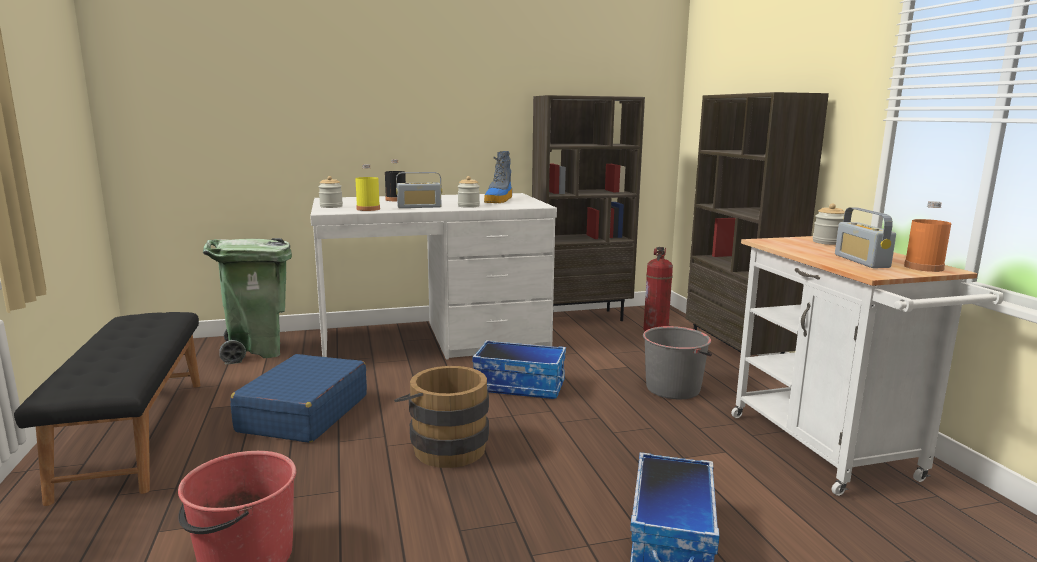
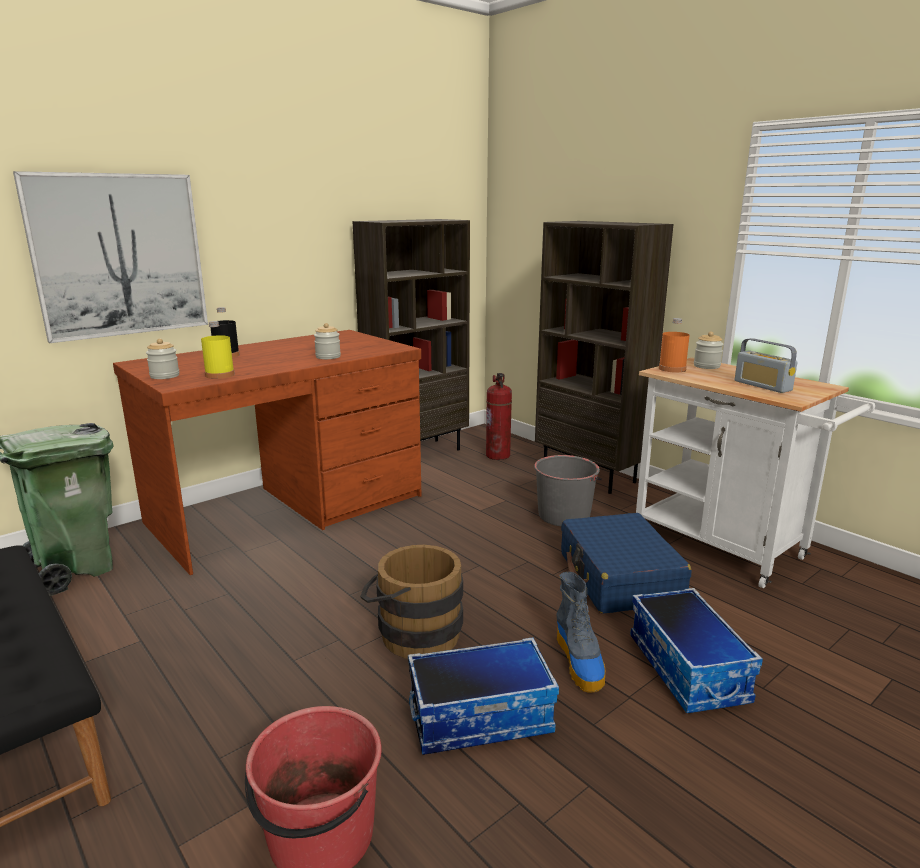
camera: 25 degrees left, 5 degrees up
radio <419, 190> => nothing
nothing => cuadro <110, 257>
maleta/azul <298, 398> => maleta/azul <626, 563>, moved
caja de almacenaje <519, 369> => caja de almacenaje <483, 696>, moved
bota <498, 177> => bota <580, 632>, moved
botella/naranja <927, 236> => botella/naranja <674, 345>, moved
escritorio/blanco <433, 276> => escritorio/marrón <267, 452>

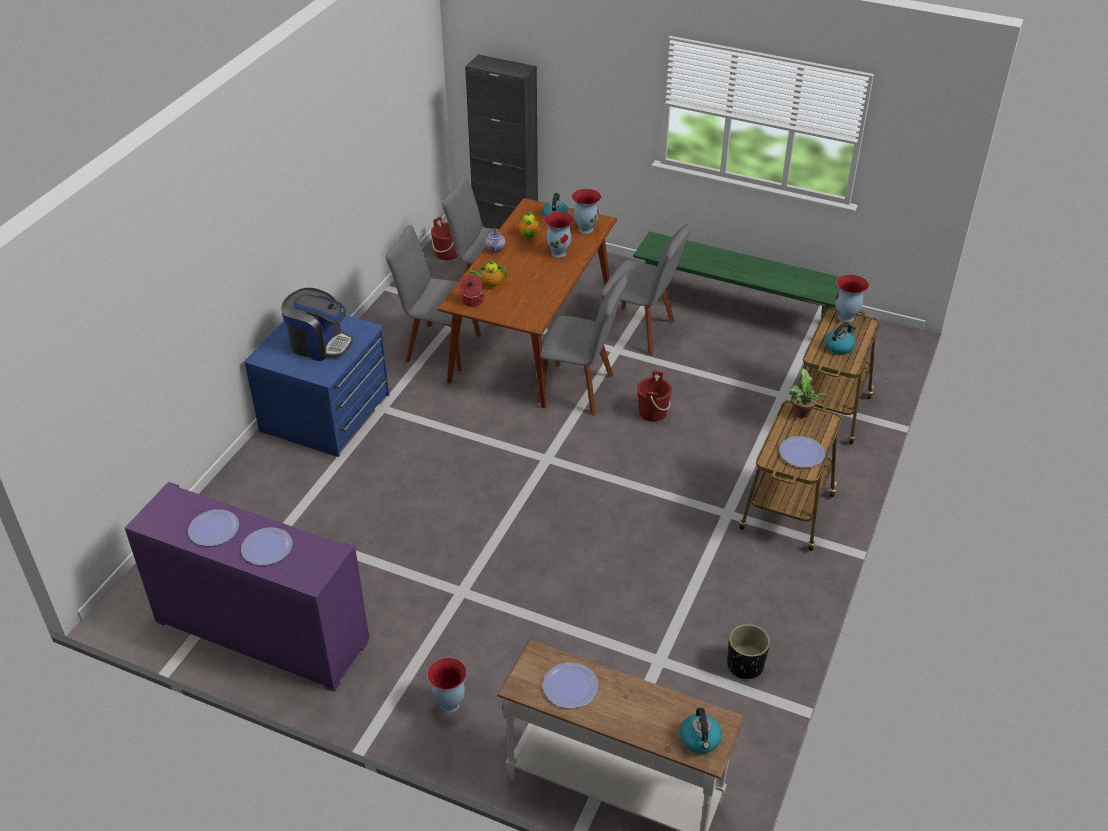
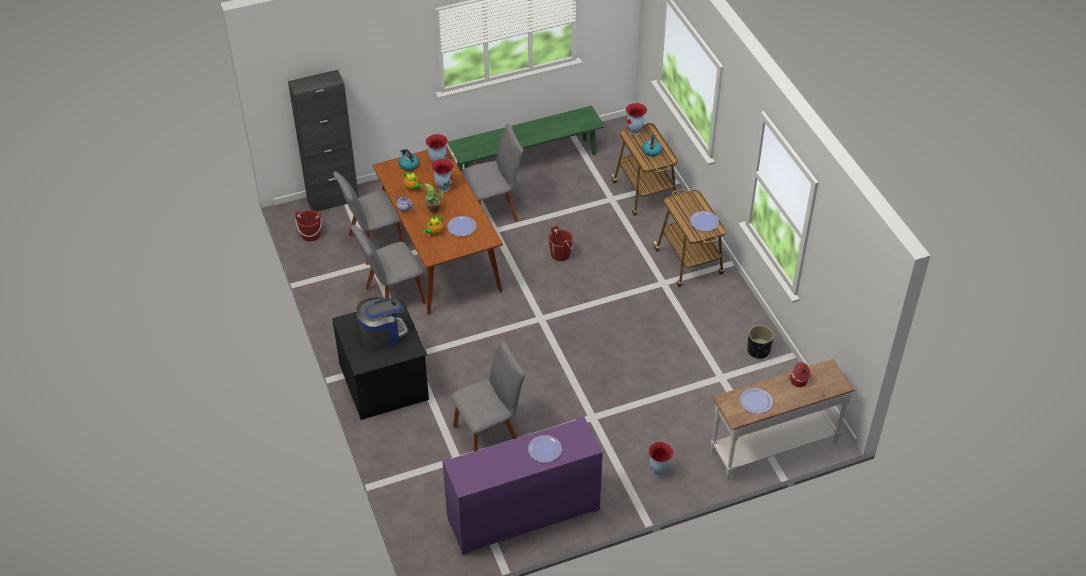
camera: 45 degrees left, 5 degrees up
hervidor <701, 731> => nothing
plato <213, 527> => plato <461, 226>, moved
olla <472, 290> => olla <800, 374>, moved
silla/gris <582, 346> => silla/gris <488, 396>, moved
planta en maceta <808, 393> => planta en maceta <435, 198>, moved
cómoda/azul <316, 386> => cómoda/negro <380, 359>

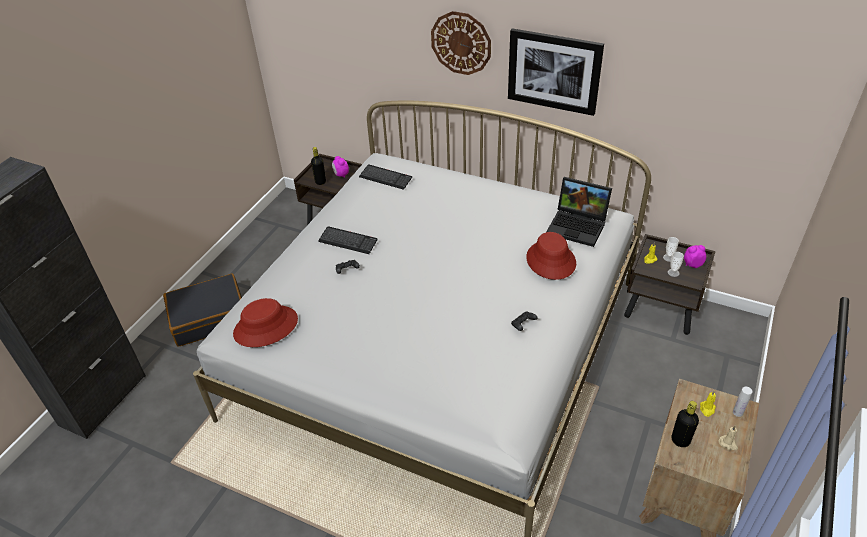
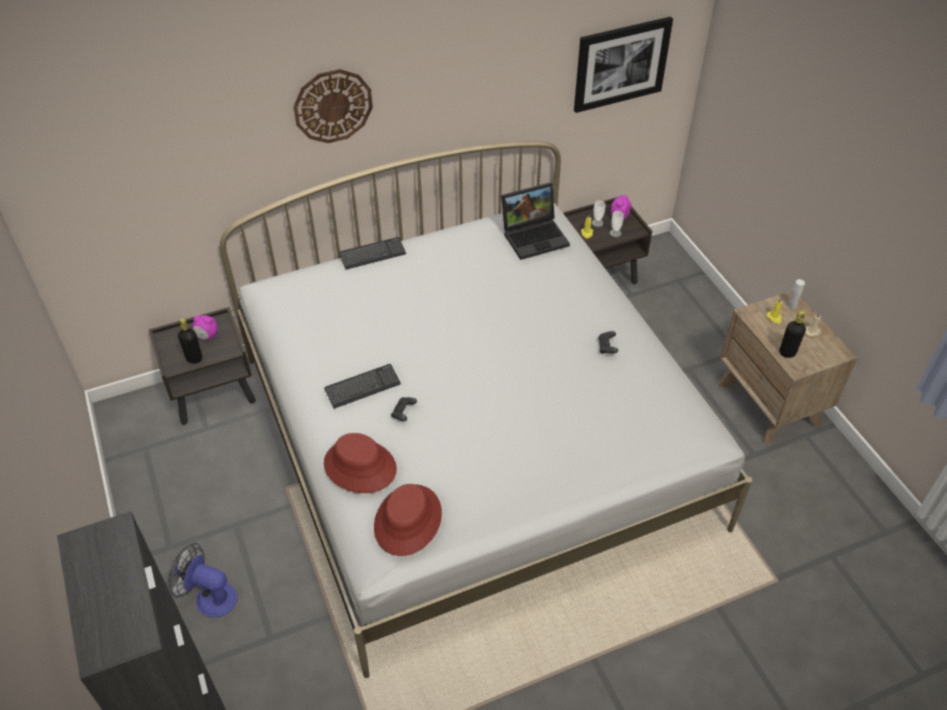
camera: 50 degrees left, 5 degrees up
teclado <385, 177> => teclado <372, 253>, moved
cuadro <556, 72> => cuadro <623, 65>, moved
sombrero/rojo <551, 256> => sombrero/rojo <360, 463>, moved
maleta/negro <202, 310> => ventilador <202, 580>

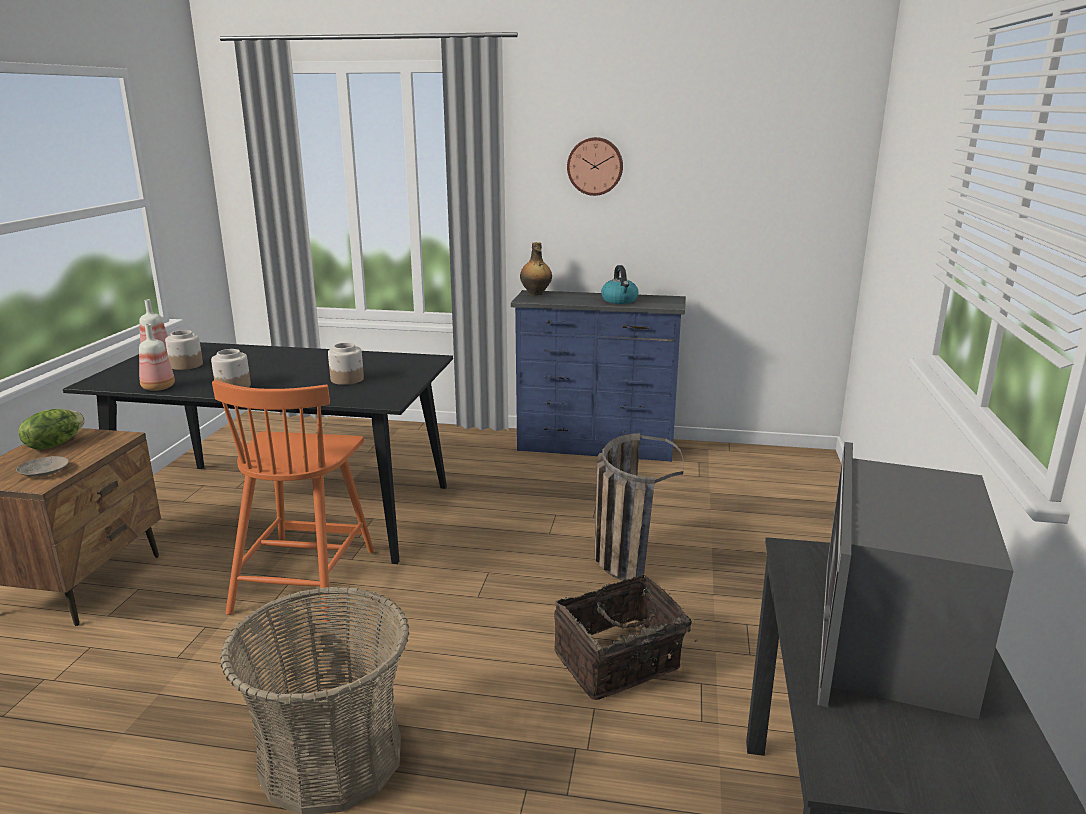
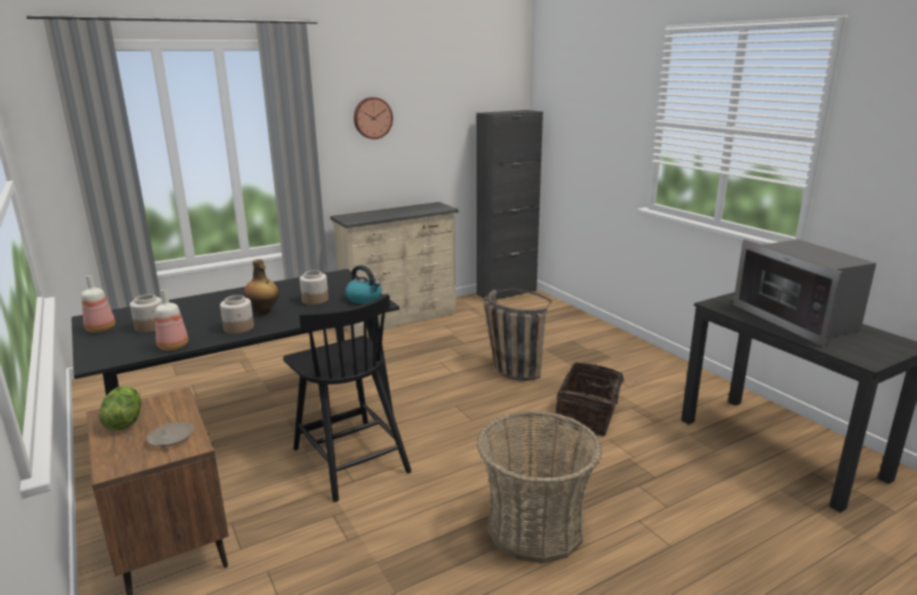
camera: 40 degrees left, 0 degrees up
nothing => armario/negro <509, 204>
botella <536, 269> => botella <261, 287>, moved
hervidor <619, 284> => hervidor <363, 284>, moved
silla/naranja <293, 501> => silla/negro <347, 398>
cómoda/azul <598, 376> => cómoda/beis <394, 269>

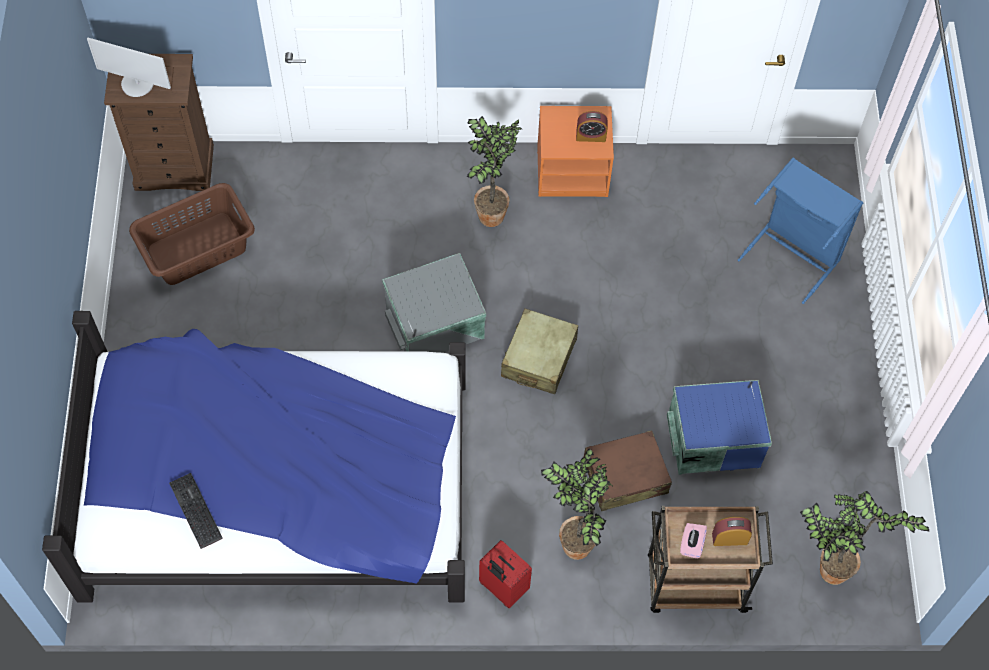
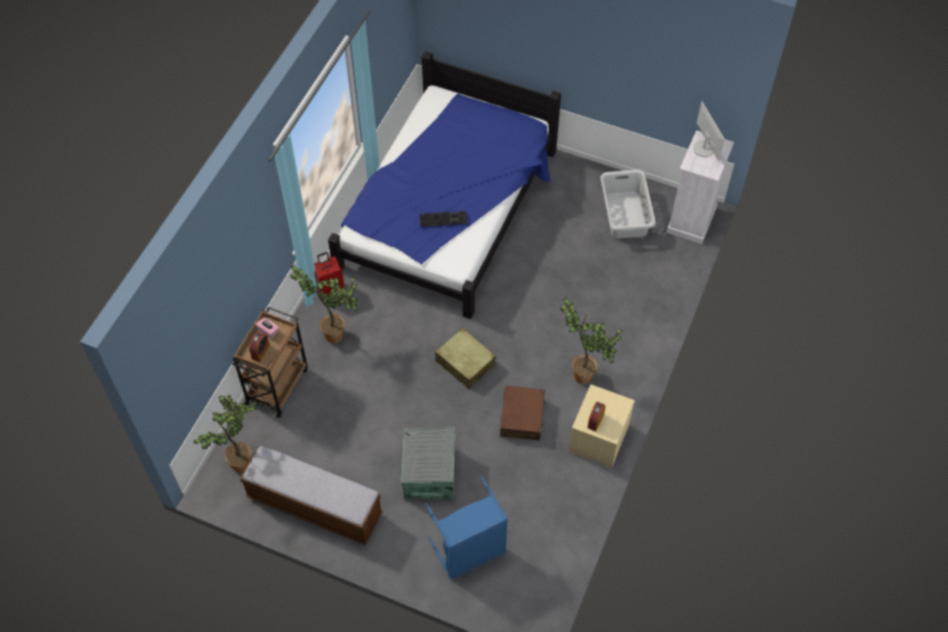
camera: 115 degrees right, 5 degrees down
caja de almacenaje/azul <719, 427> => nothing
nothing => banco <311, 495>
teclado <196, 511> => teclado <443, 219>, moved
caja de almacenaje/gris <434, 303> => caja de almacenaje/gris <428, 463>, moved
maleta/marrón <627, 470> => maleta/marrón <522, 413>, moved
cómoda/marrón <159, 122> => cómoda/blanco <700, 187>
cesto de la ropa/marrón <192, 234> => cesto de la ropa/gris <627, 204>
mesita de noche/naranja <575, 151> => mesita de noche/beis <602, 426>
monitor <129, 67> => monitor <709, 131>, 120 degrees clockwise

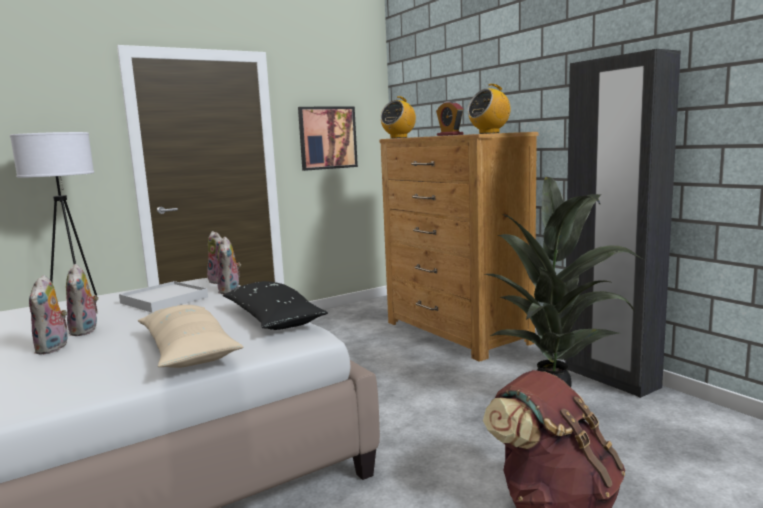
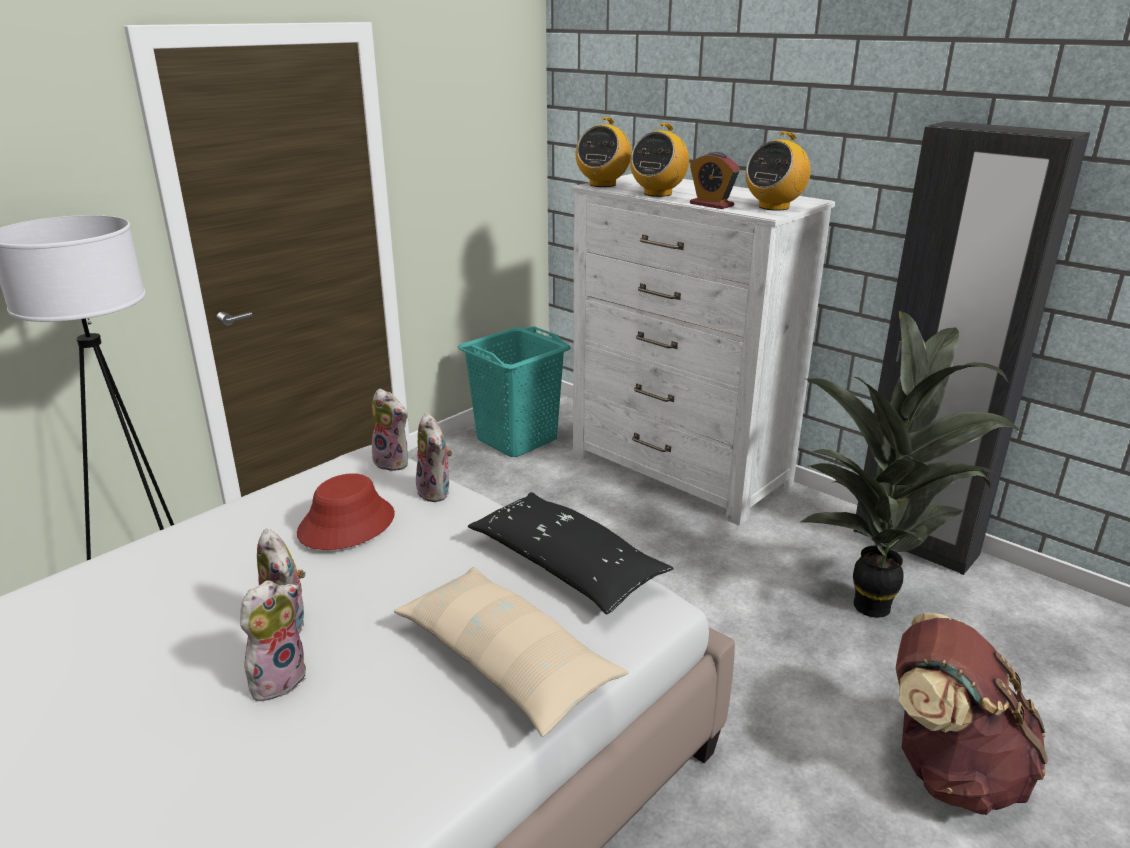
camera: 15 degrees left, 15 degrees up
cuadro <328, 138> => nothing
nothing => cesto de la ropa/turquesa <514, 391>
nothing => radio <659, 160>
bandeja/blanco <163, 297> => sombrero/rojo <346, 511>
cómoda/marrón <458, 247> => cómoda/blanco <703, 350>
peluche <48, 314> => peluche <273, 641>, 120 degrees counterclockwise

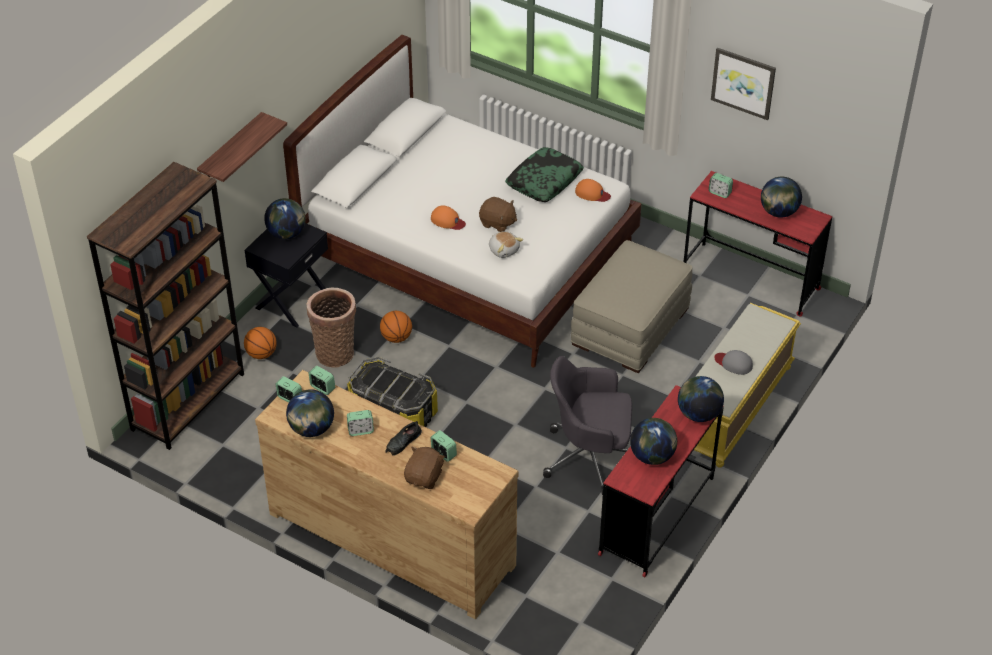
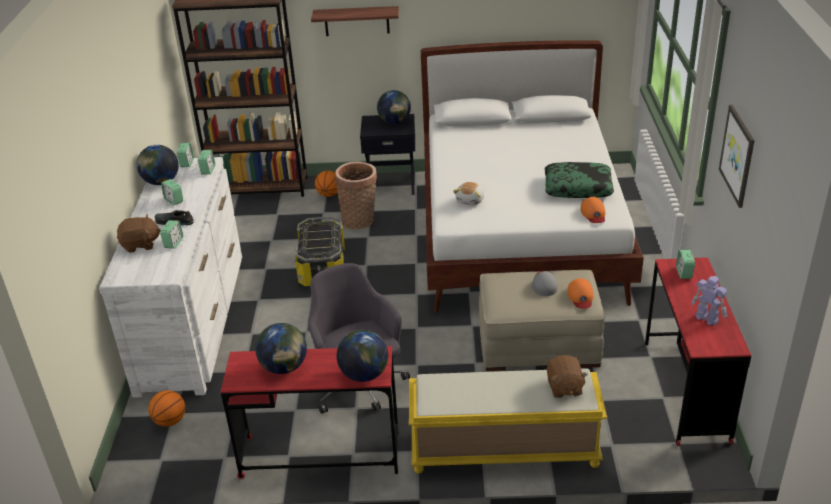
camera: 60 degrees right, 10 degrees down
balón de baloncesto <396, 327> => balón de baloncesto <166, 408>, moved
gorra/naranja <448, 217> => gorra/naranja <580, 293>, moved
peluche/marrón <498, 214> => peluche/marrón <567, 376>, moved
gorra/gris <733, 362> => gorra/gris <545, 283>, moved
globo terráqueo <781, 197> => robot de juguete <709, 300>
cómoda/marrón <387, 494> => cómoda/blanco <170, 277>

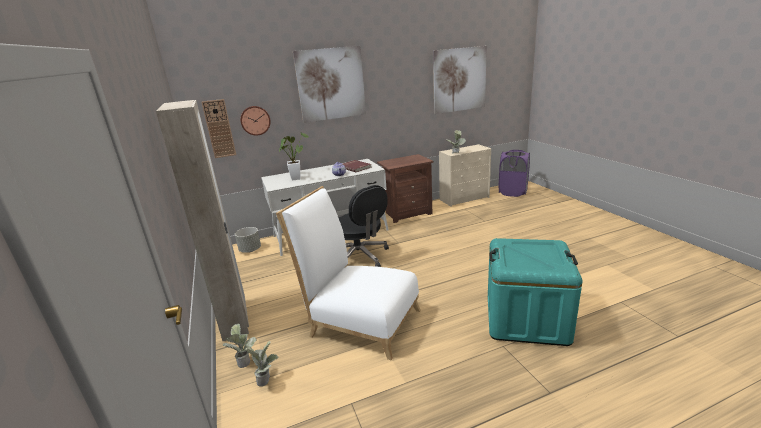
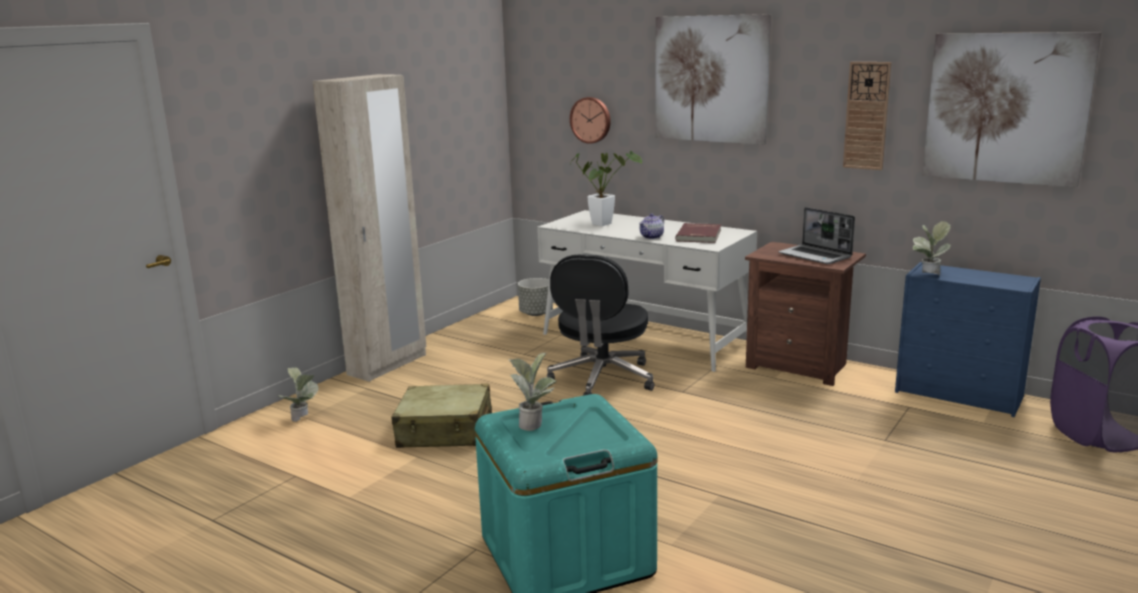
camera: 55 degrees right, 5 degrees down
nothing => portátil <816, 235>
reloj de pared <218, 128> => reloj de pared <867, 116>, moved
planta en maceta <240, 346> => planta en maceta <533, 392>, moved
silla/blanco <348, 273> => maleta/beis <442, 416>
cómoda/beis <465, 175> => cómoda/azul <968, 339>

